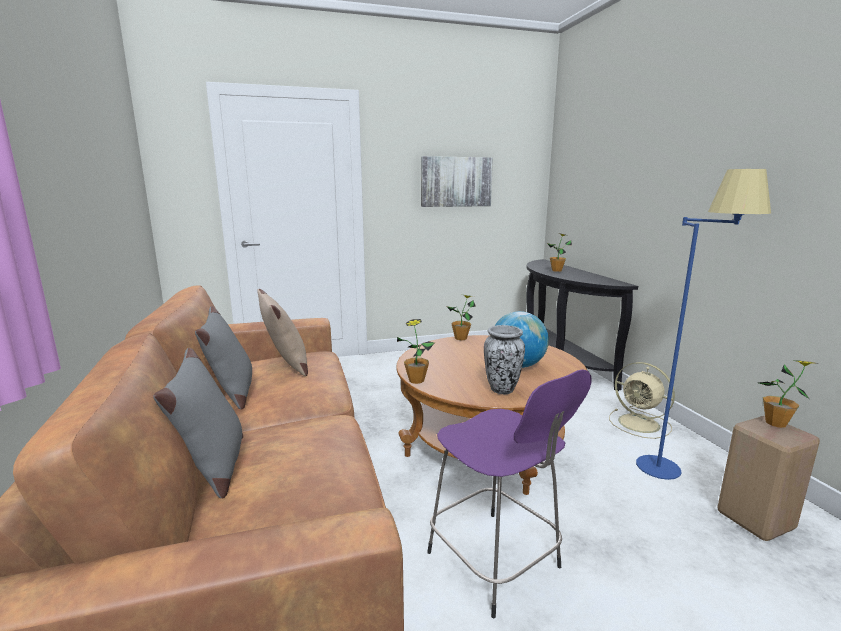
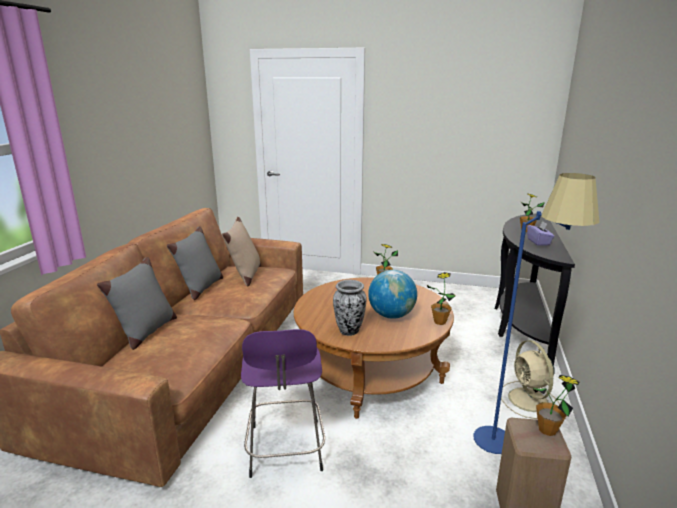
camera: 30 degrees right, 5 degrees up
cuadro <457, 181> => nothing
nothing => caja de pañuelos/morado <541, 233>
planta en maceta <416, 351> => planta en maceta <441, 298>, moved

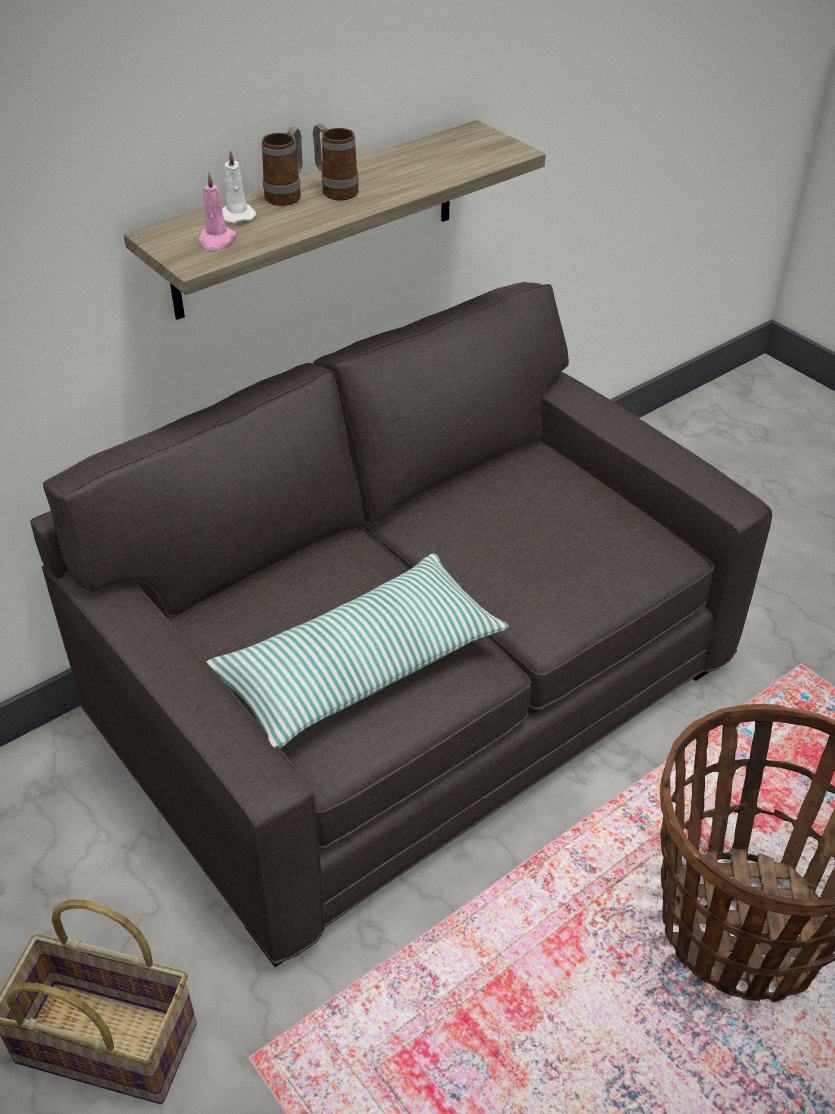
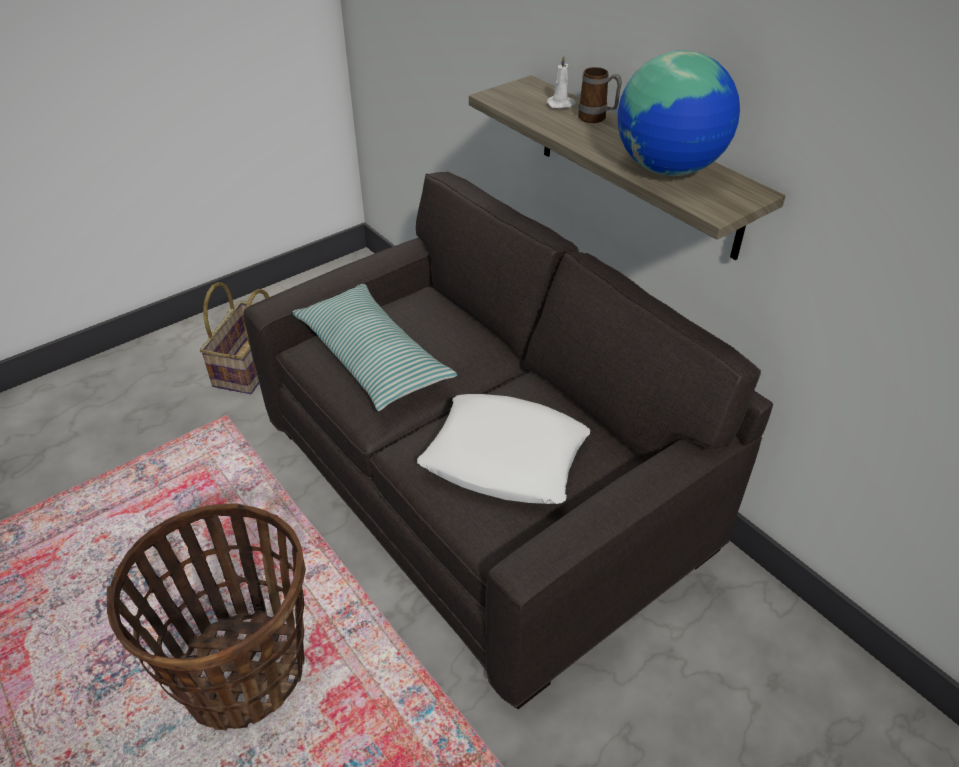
camera: 90 degrees right, 0 degrees up
vela/rosa <217, 212> => nothing
taza grande <336, 162> => nothing
nothing => cojín/blanco <503, 449>
nothing => globo terráqueo <678, 113>

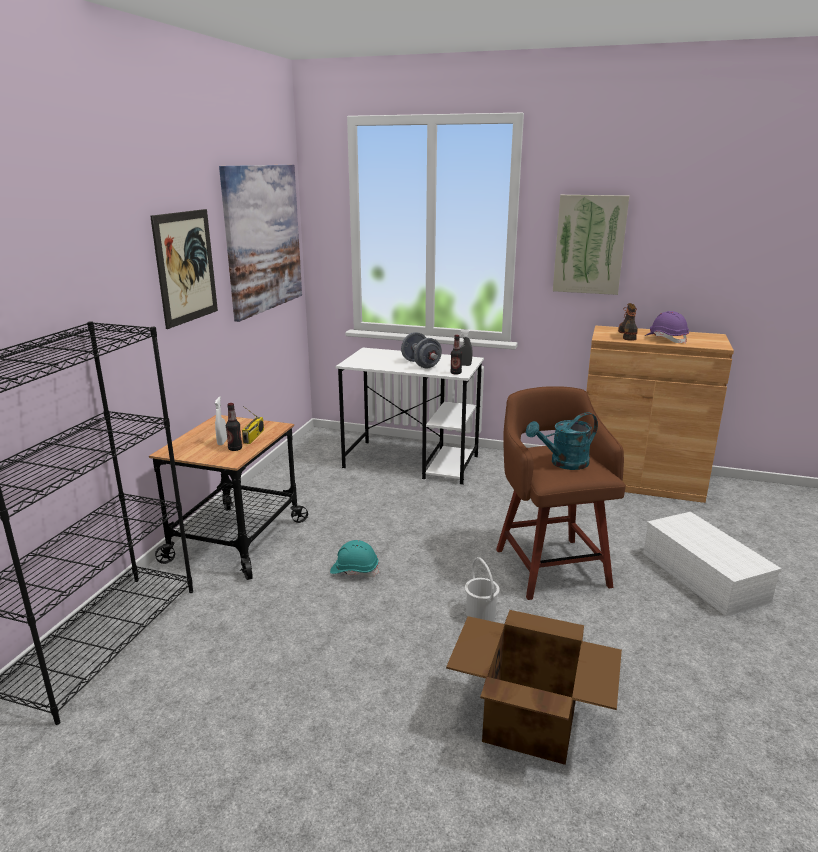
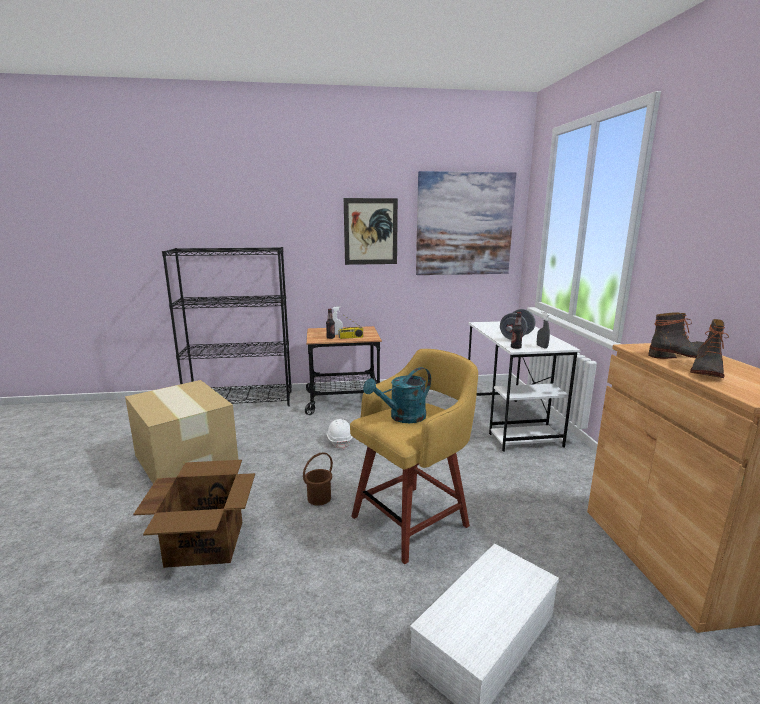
camera: 65 degrees right, 5 degrees down
cuadro <591, 245> => nothing
nothing => caja de cartón <181, 432>
casco/morado <667, 327> => bota <709, 348>
casco/turquesa <354, 558> => casco/blanco <339, 434>
cubo/blanco <482, 589> => cubo/marrón <318, 479>
taburete/marrón <561, 493> => taburete/amarillo <414, 456>
regadera/turquesa <562, 441> => regadera/turquesa <397, 395>, 75 degrees counterclockwise

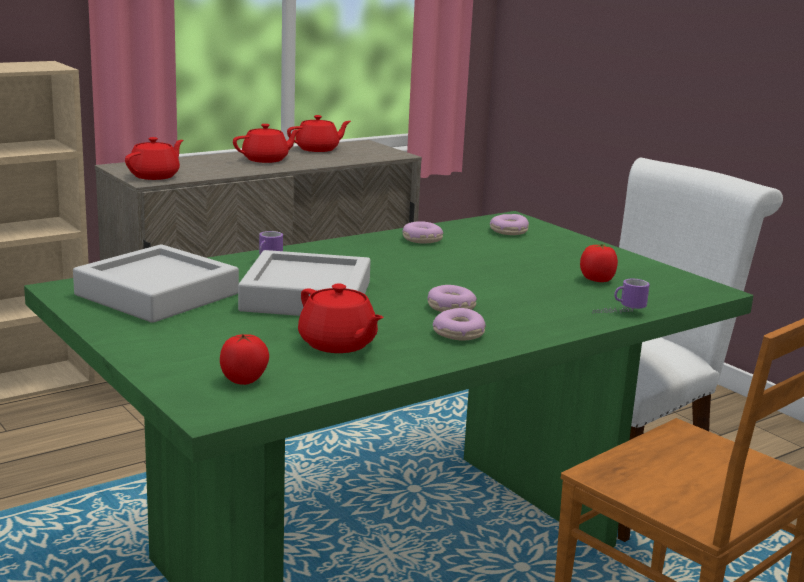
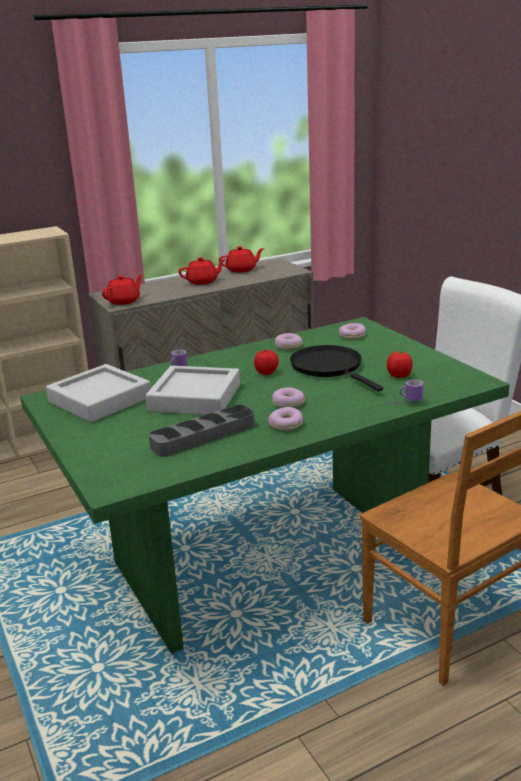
camera: 10 degrees right, 5 degrees up
nothing => sartén/negro <336, 368>
tomate <244, 359> => tomate <266, 362>, moved
tetera/rojo <341, 318> => bandeja/gris <202, 431>

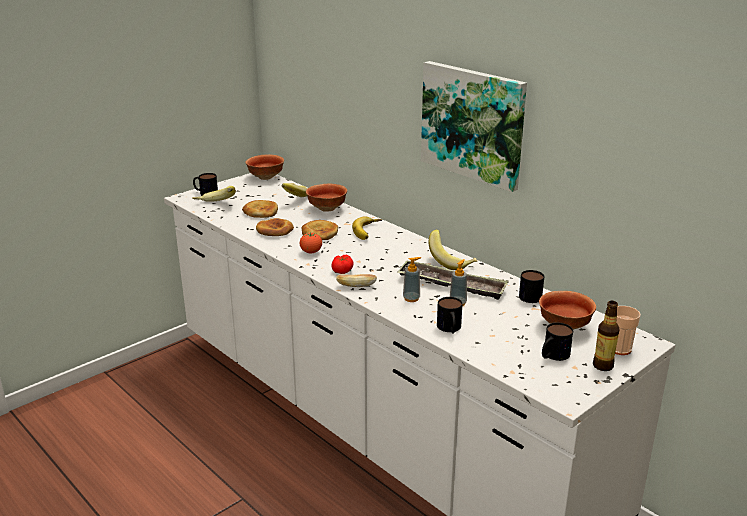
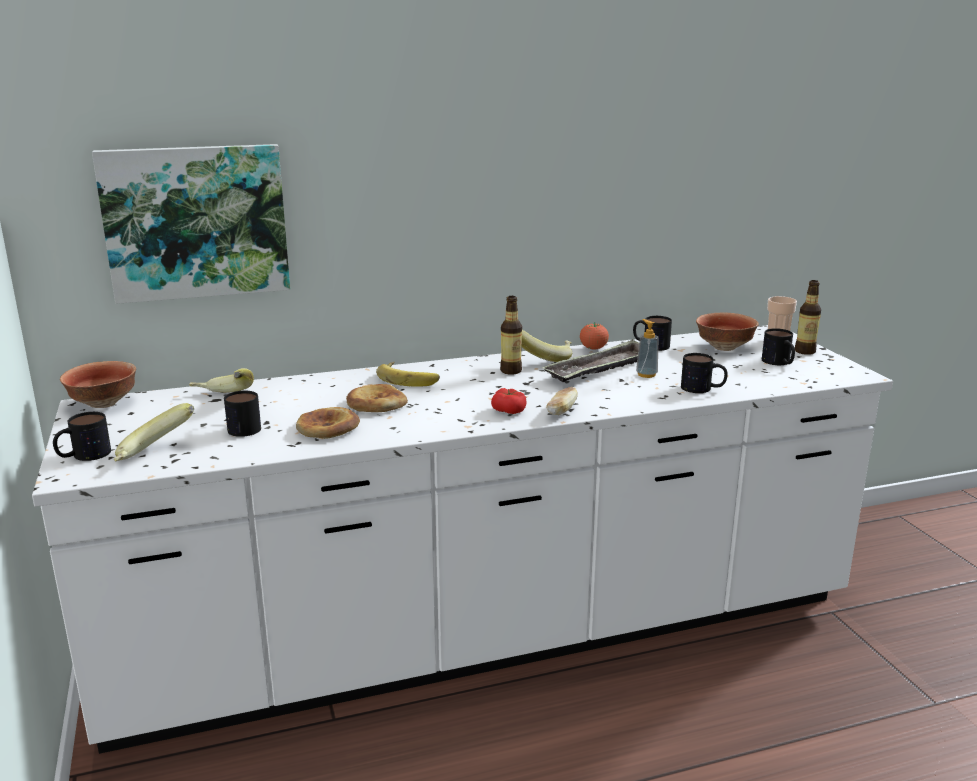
camera: 65 degrees left, 5 degrees down
cuenco <326, 198> => nothing
dispensador de jabón <412, 279> => nothing
nothing => botella <511, 335>
tomate <311, 242> => tomate <594, 336>, moved
cuadro <474, 126> => cuadro <191, 224>, moved
pan <260, 209> => taza grande <242, 414>

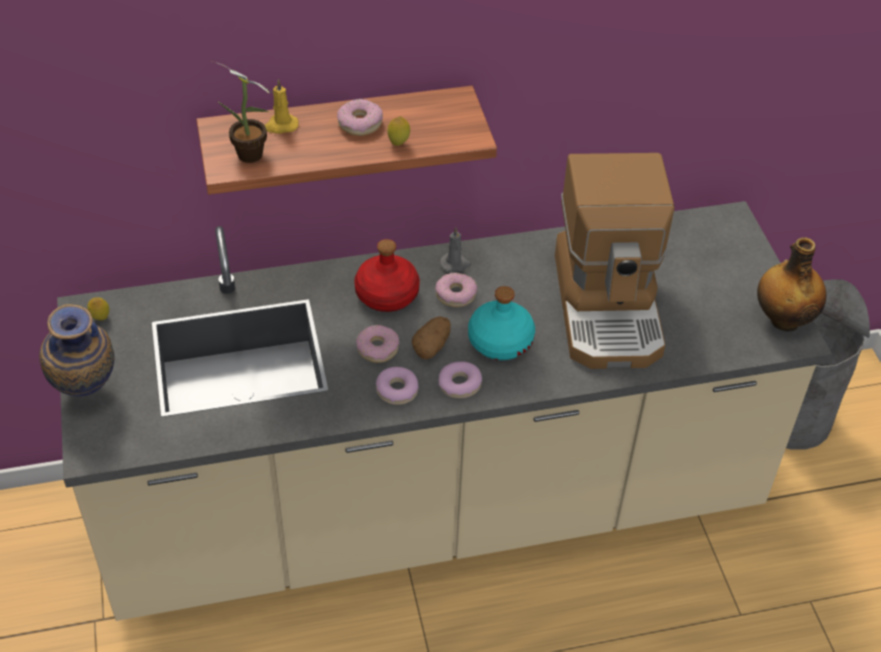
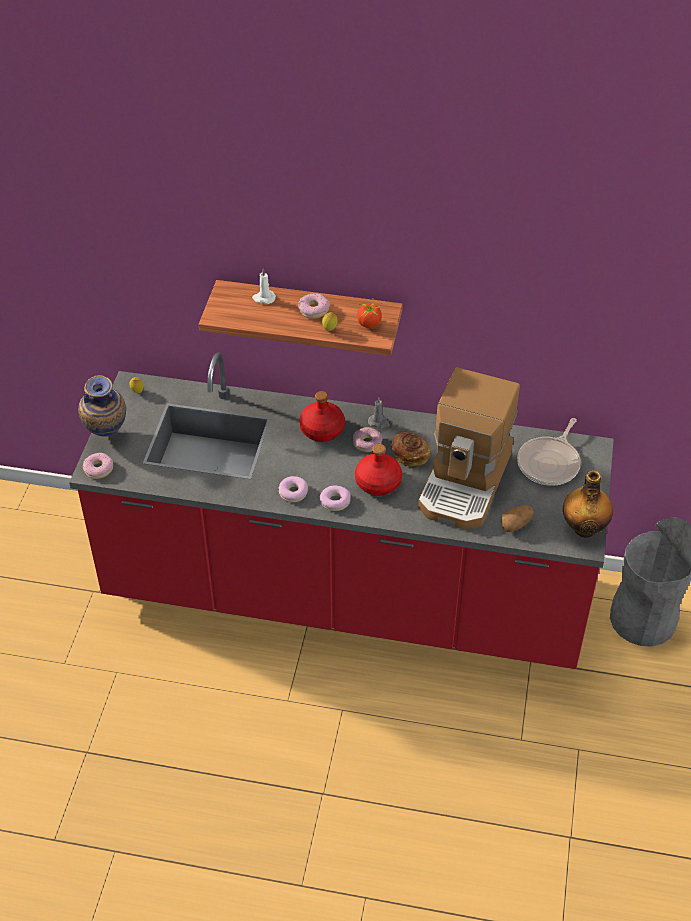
camera: 25 degrees right, 0 degrees up
planta en maceta <243, 112> => nothing
nothing => tomate <369, 313>
nothing => pan <411, 449>
nothing => sartén <549, 452>
rosquilla <377, 344> => rosquilla <98, 466>, moved
patata <431, 337> => patata <517, 518>, moved
mueble bajo de cocina/beis <444, 411> => mueble bajo de cocina/rojo <341, 511>
vela/amarillo <282, 106> => vela/blanco <264, 286>
botella/turquesa <501, 323> => botella/rojo <378, 470>

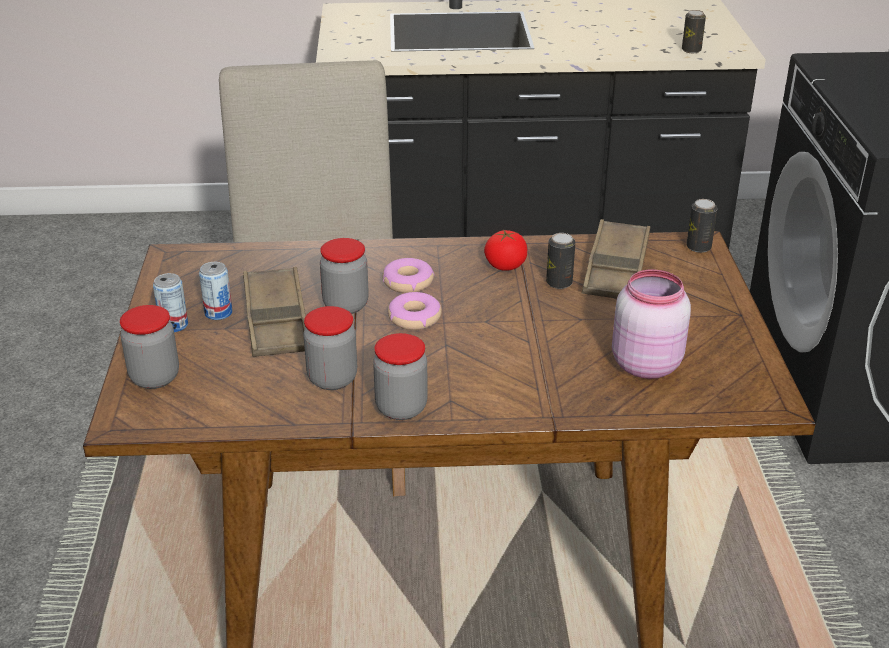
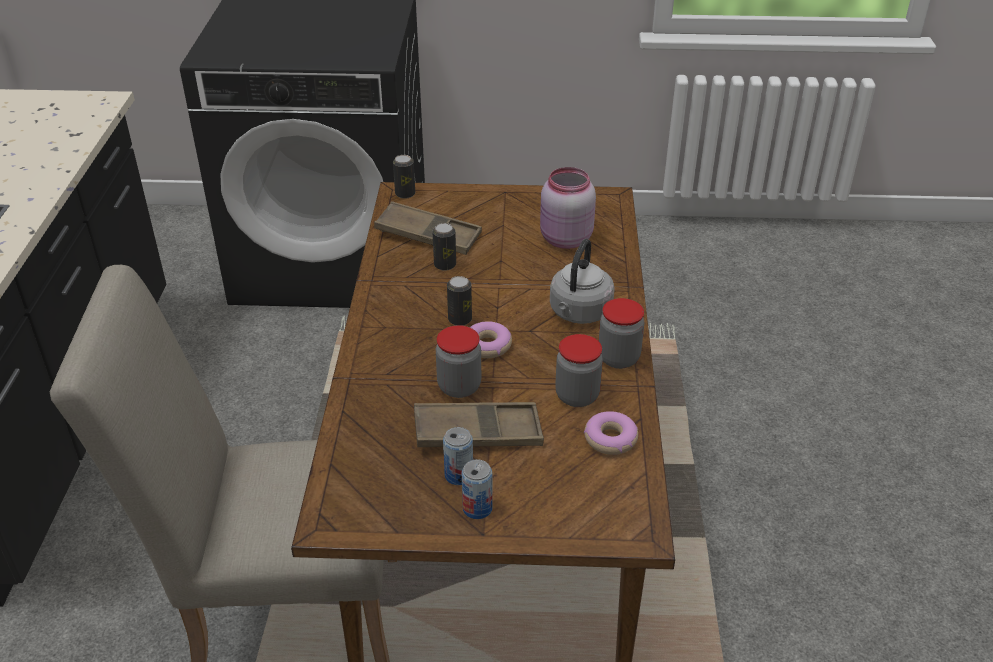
camera: 85 degrees left, 5 degrees up
tarro <149, 347> => nothing
tomate <505, 250> => nothing
nothing => hervidor/gris <582, 281>
rosquilla <408, 275> => rosquilla <611, 433>, moved
lata <694, 31> => lata <459, 301>, moved

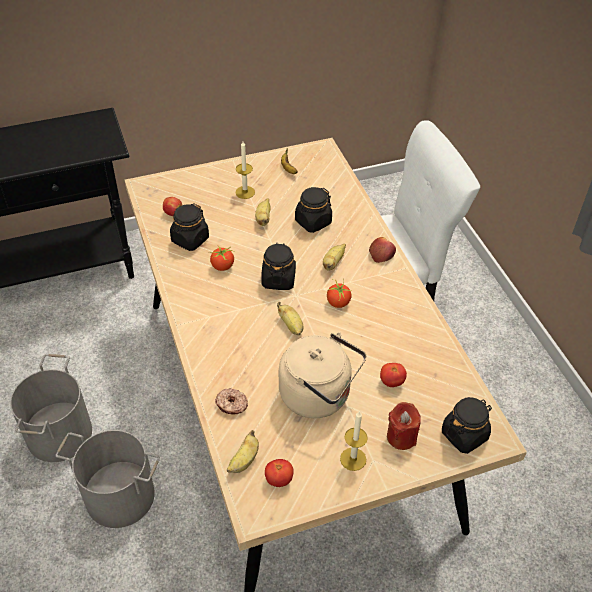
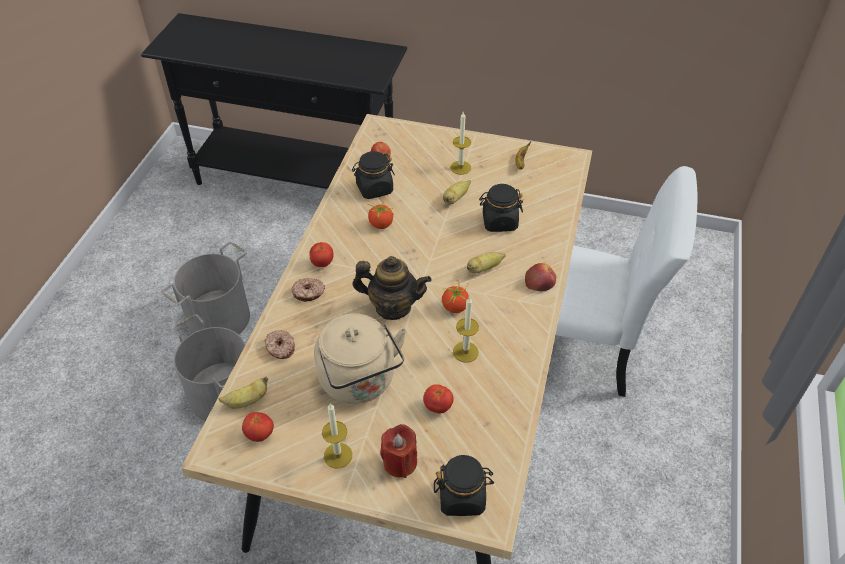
camera: 35 degrees right, 0 degrees up
tarro/negro <278, 266> => nothing
nothing => rosquilla <308, 290>
nothing => tomate <321, 254>
nothing => vela <466, 329>
plátano <290, 319> => tetera <391, 288>

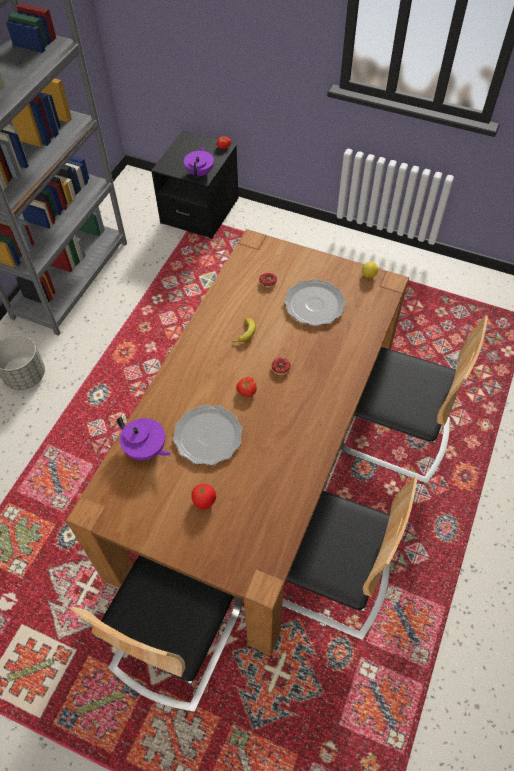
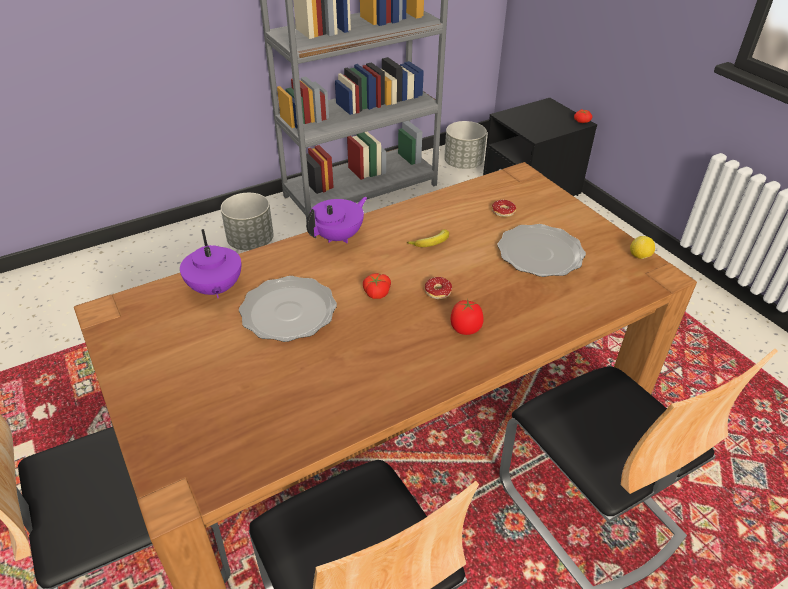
camera: 35 degrees right, 15 degrees down
nothing => maceta/gris <465, 145>
tetera/morado <199, 161> => tetera/morado <336, 220>, moved
tomate <203, 496> => tomate <467, 317>, moved

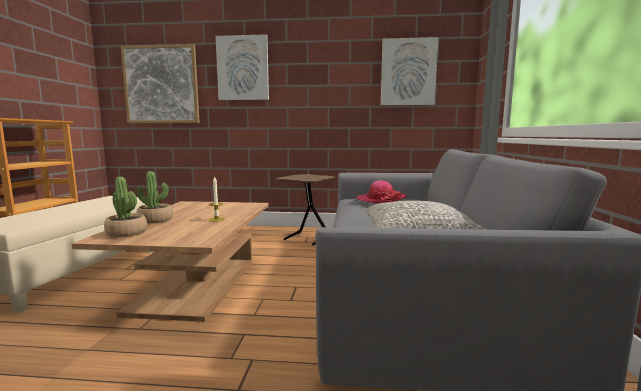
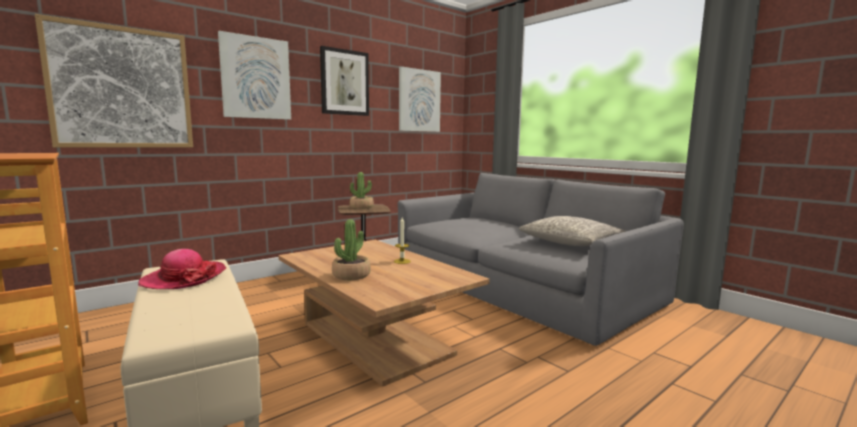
camera: 45 degrees left, 0 degrees up
nothing => cuadro <344, 81>
planta en maceta <125, 207> => planta en maceta <362, 190>, moved
sombrero <381, 192> => sombrero <182, 269>, moved

